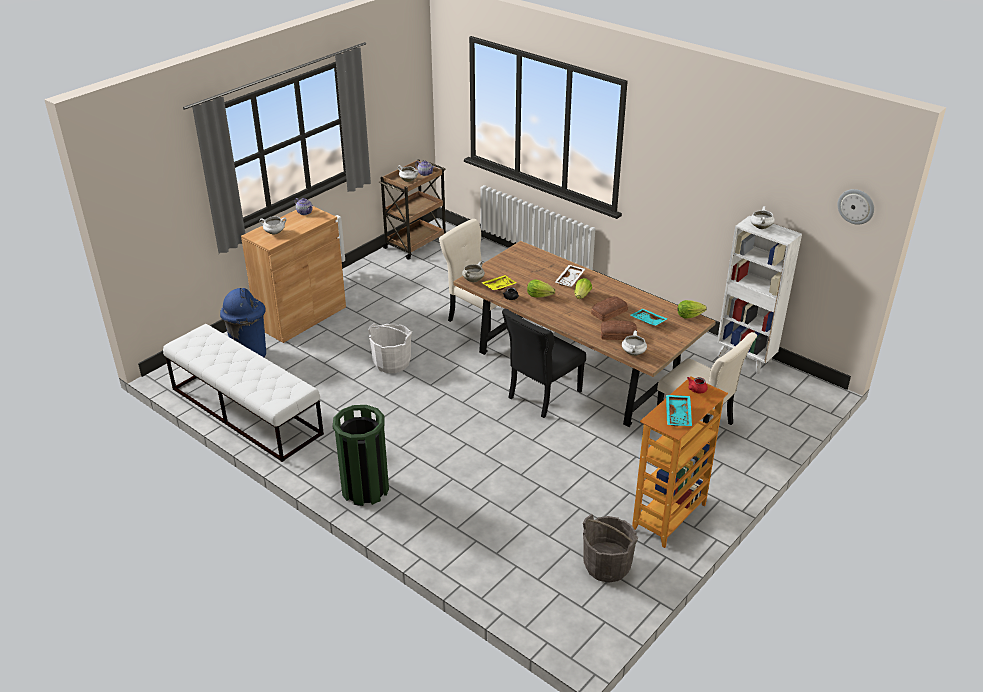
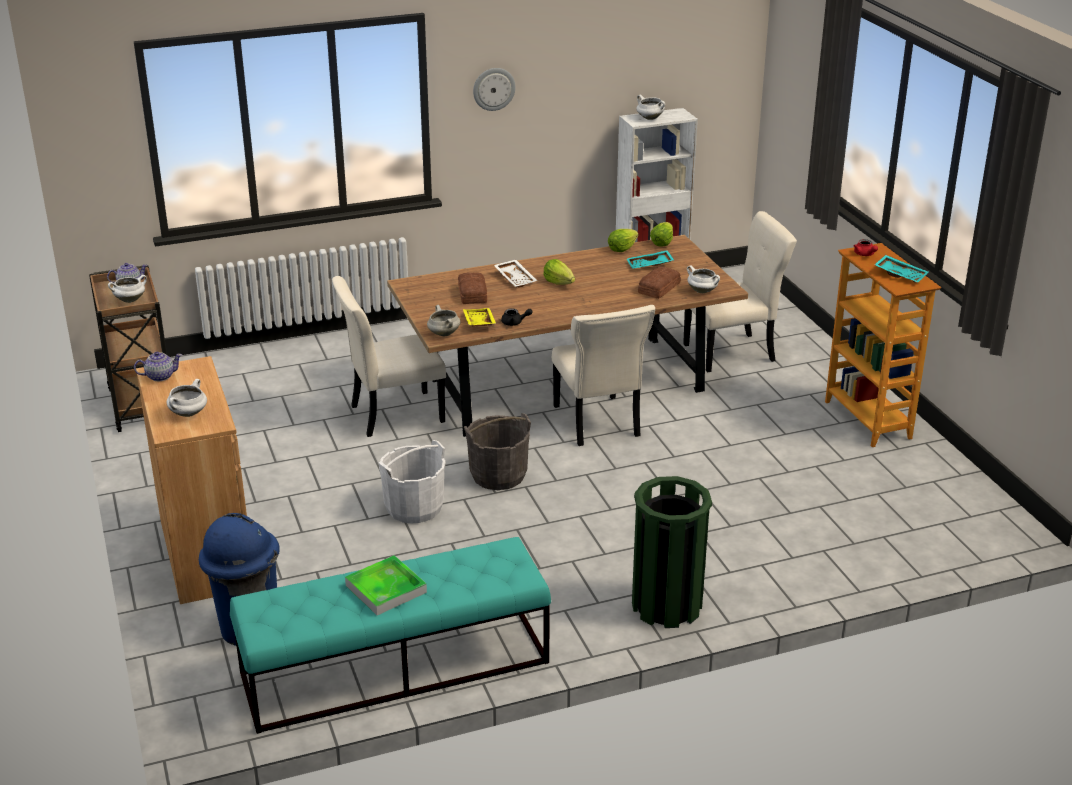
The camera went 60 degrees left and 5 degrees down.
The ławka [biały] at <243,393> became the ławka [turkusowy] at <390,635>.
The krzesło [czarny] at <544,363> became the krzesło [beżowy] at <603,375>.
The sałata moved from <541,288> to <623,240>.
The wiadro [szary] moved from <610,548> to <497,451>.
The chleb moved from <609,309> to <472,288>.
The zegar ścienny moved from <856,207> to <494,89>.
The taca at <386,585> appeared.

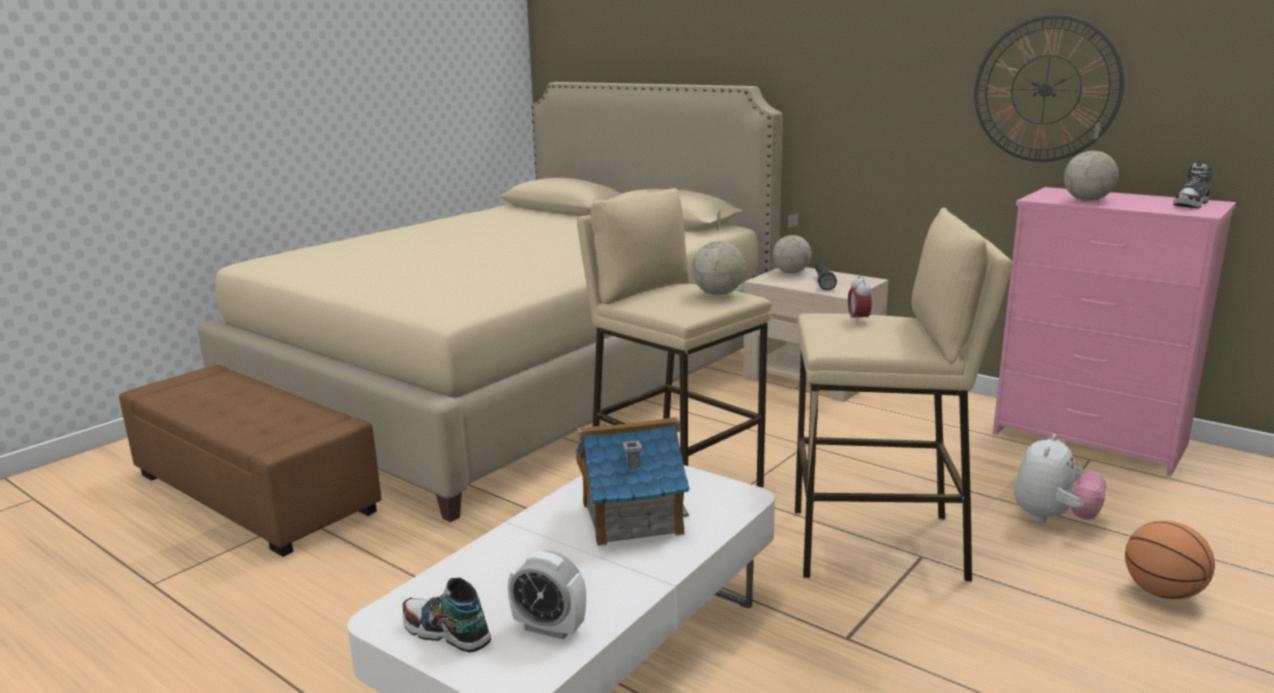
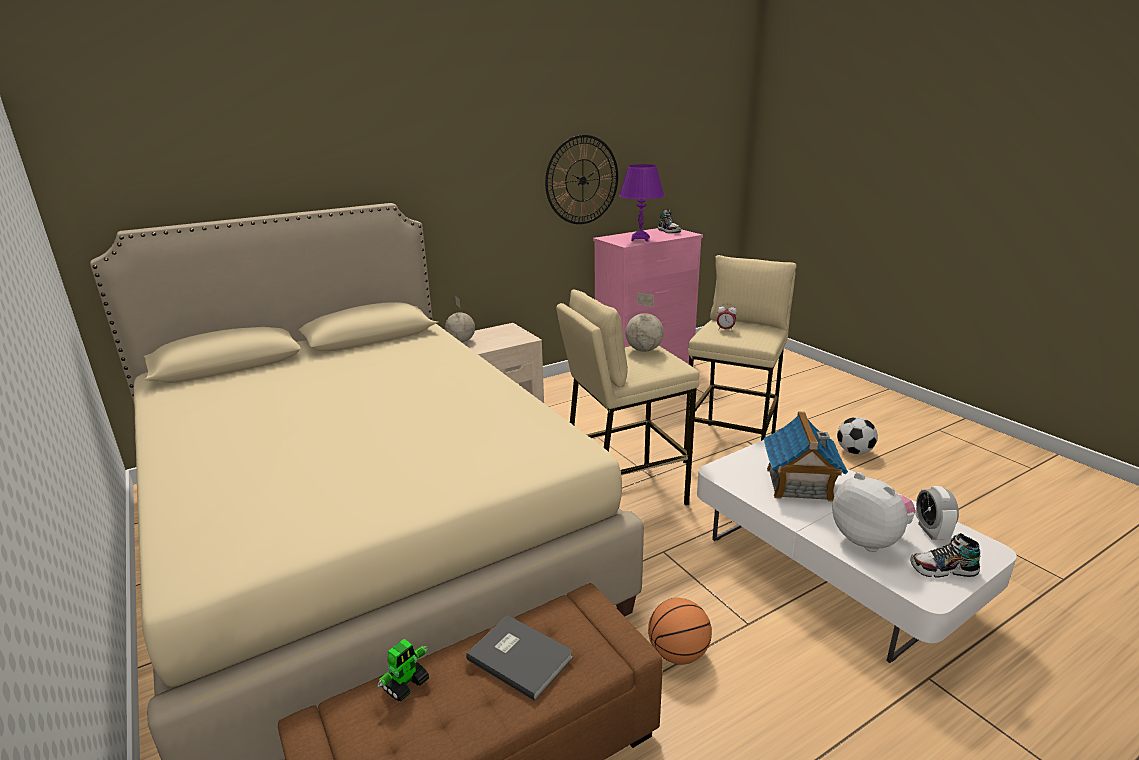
The camera went 70 degrees left and 5 degrees up.
The but at <447,615> turned 45 degrees clockwise.
The budzik at <547,595> turned 135 degrees clockwise.
The latarka [czarny] at <826,276> disappeared.
The pluszak moved from <1060,478> to <874,512>.
The globus at <1091,161> was replaced by the lampa stołowa [fioletowy] at <642,203>.
The piłka do koszykówki moved from <1170,560> to <680,631>.
The robot zabawkowy at <403,670> appeared.
The książka [szary] at <519,658> appeared.
The piłka futbolowa at <857,436> appeared.

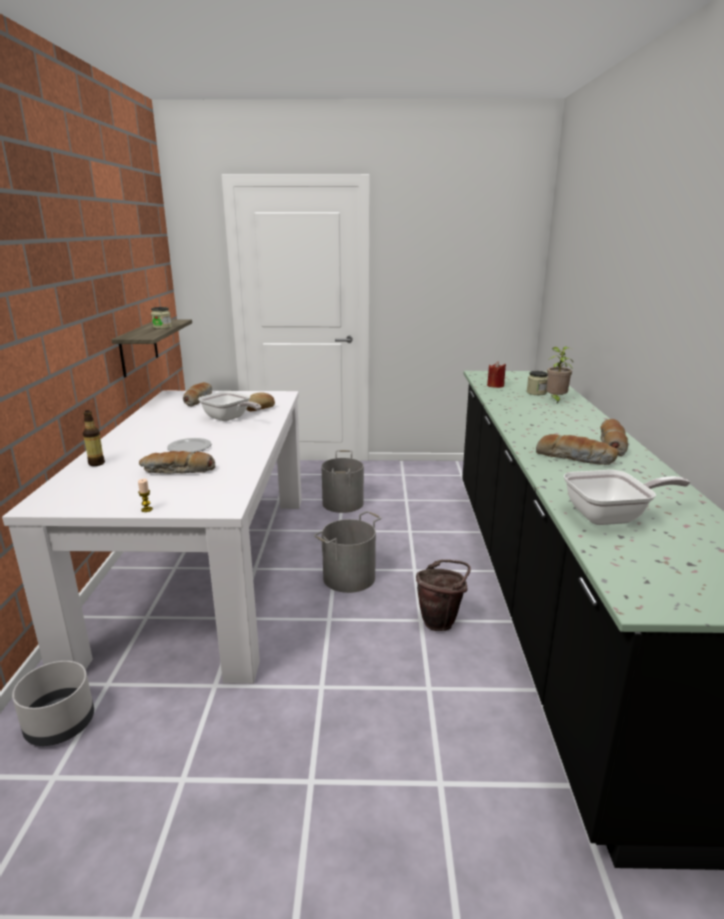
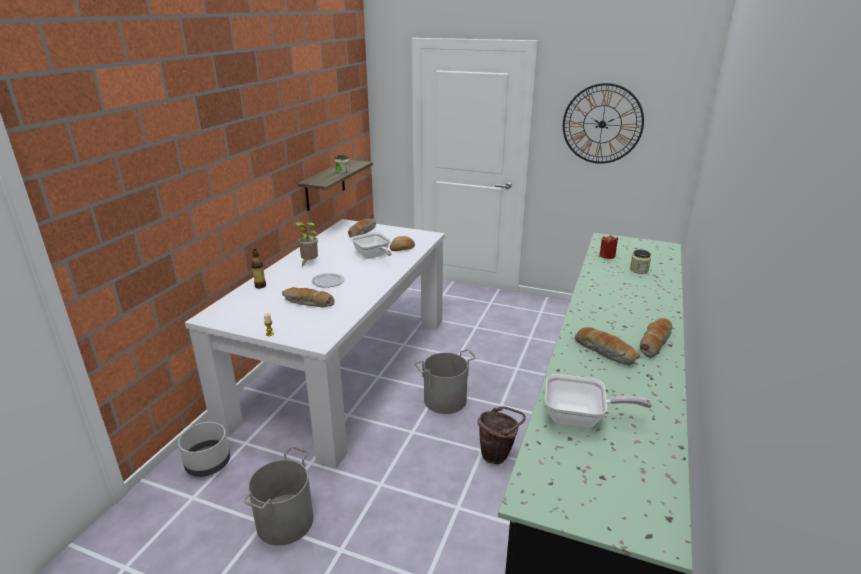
The camera went 20 degrees right and 5 degrees up.
The wiadro [szary] moved from <342,481> to <278,496>.
The roślina doniczkowa moved from <559,375> to <306,244>.
The zegar ścienny at <603,123> appeared.

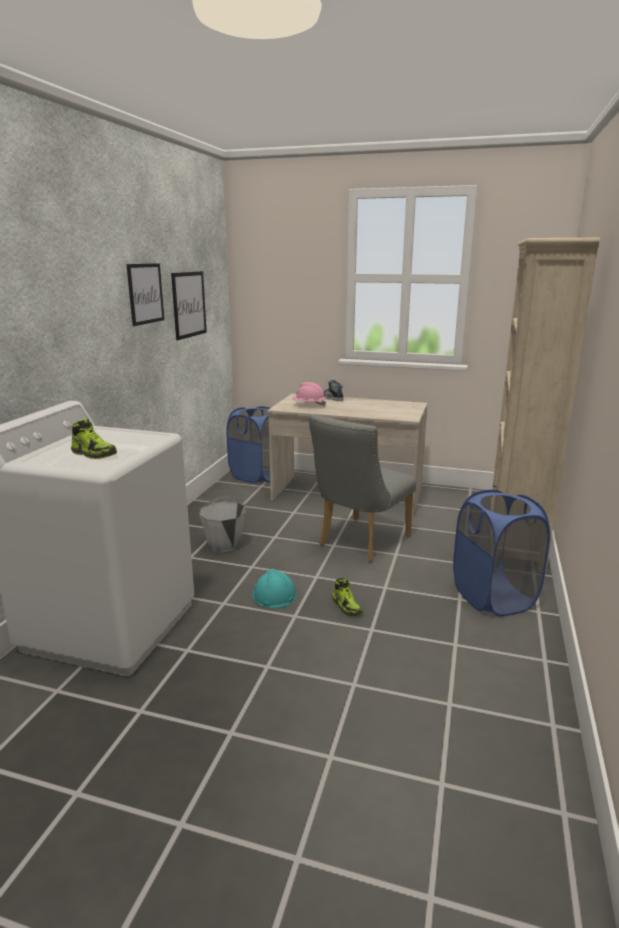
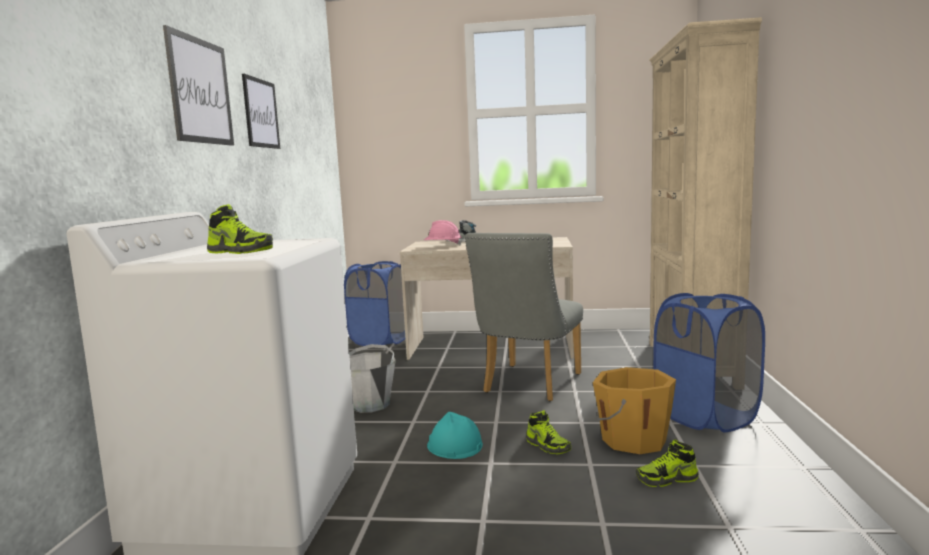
The camera went 10 degrees left and 10 degrees down.
The obraz moved from <189,305> to <198,85>.
The wiadro [pomarańczowy] at <634,410> appeared.
The but at <667,463> appeared.

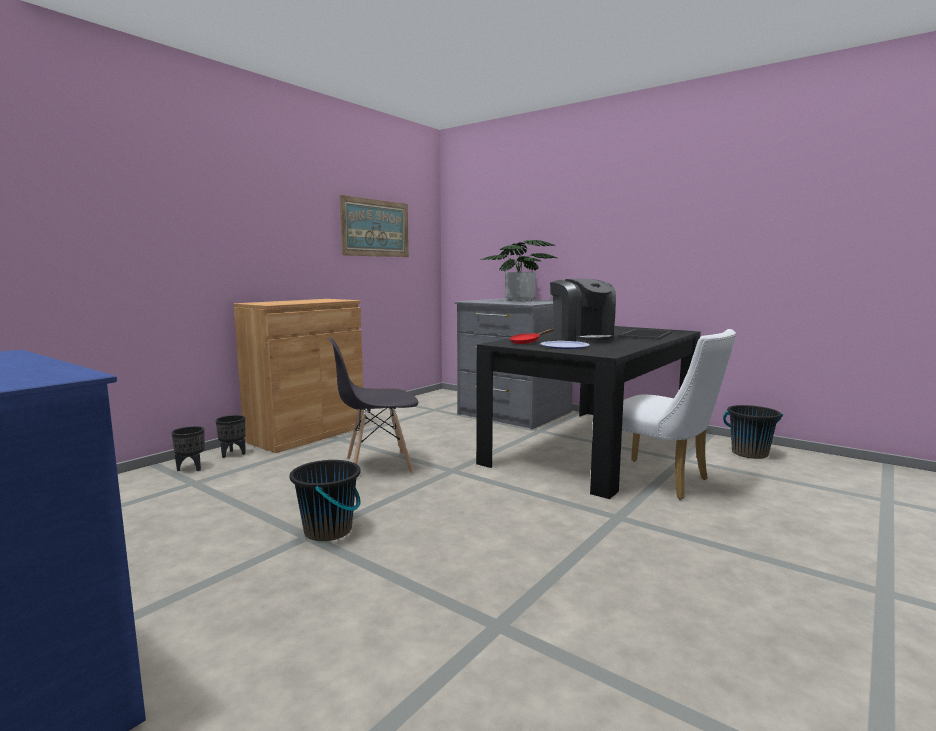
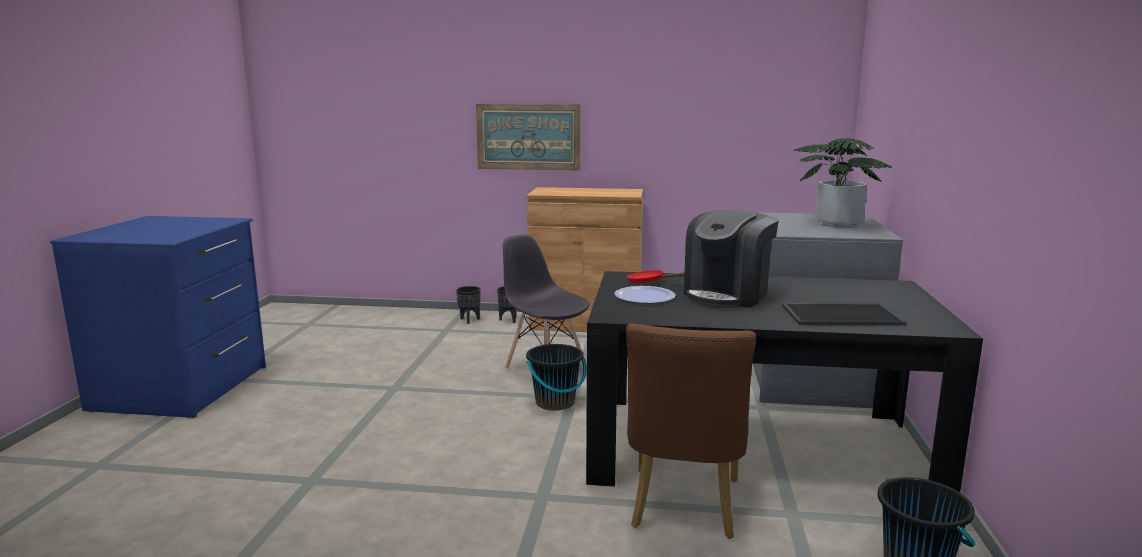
The camera went 60 degrees right and 5 degrees up.
The wiadro [czarny] moved from <325,500> to <556,377>.
The obraz moved from <374,226> to <528,137>.
The krzesło [biały] at <679,414> became the krzesło [brązowy] at <691,431>.

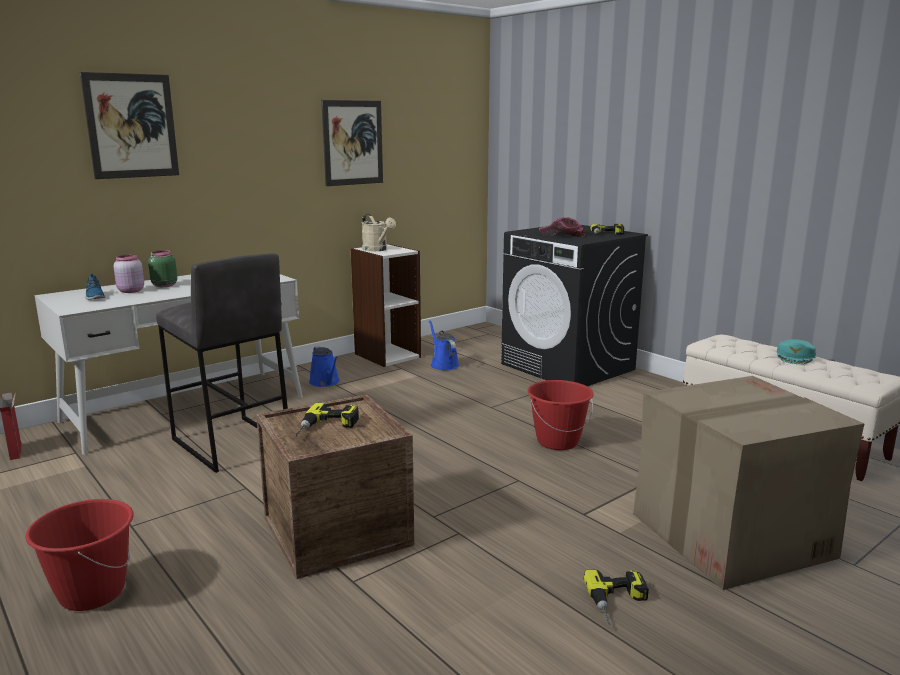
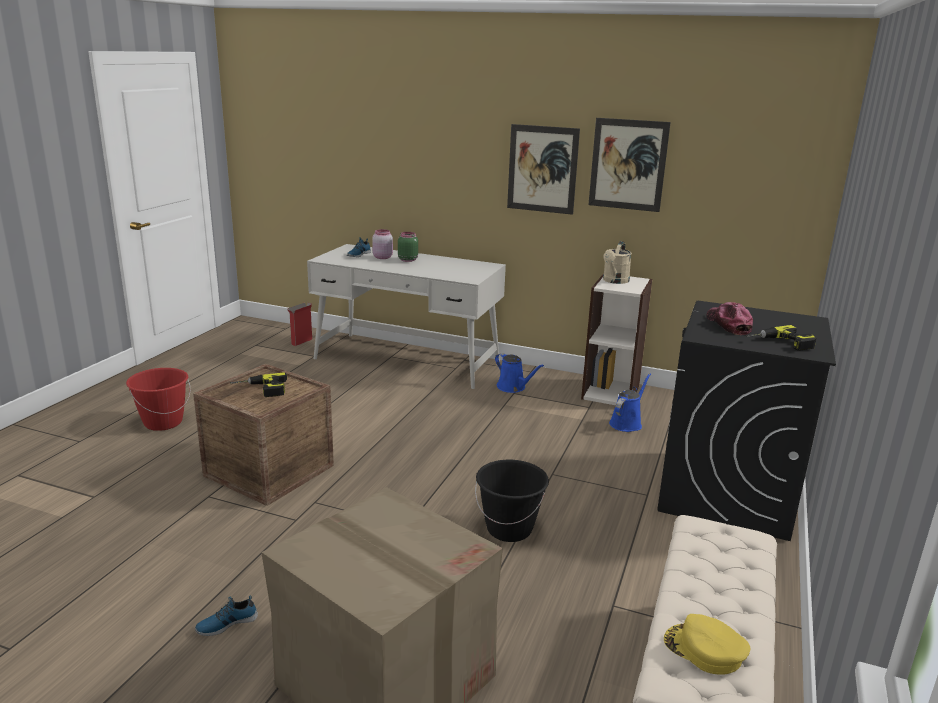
The camera went 60 degrees right and 5 degrees up.
The obraz moved from <129,125> to <543,169>.
The stołek [szary] at <222,363> disappeared.
The konewka [niebieski] at <324,366> turned 75 degrees counterclockwise.
The wiadro [czerwony] at <560,415> became the wiadro [czarny] at <512,501>.
The wiertarka at <616,597> was replaced by the but at <226,615>.
The czapka z daszkiem [turkusowy] at <796,351> disappeared.
The czapka z daszkiem [żółty] at <707,644> appeared.

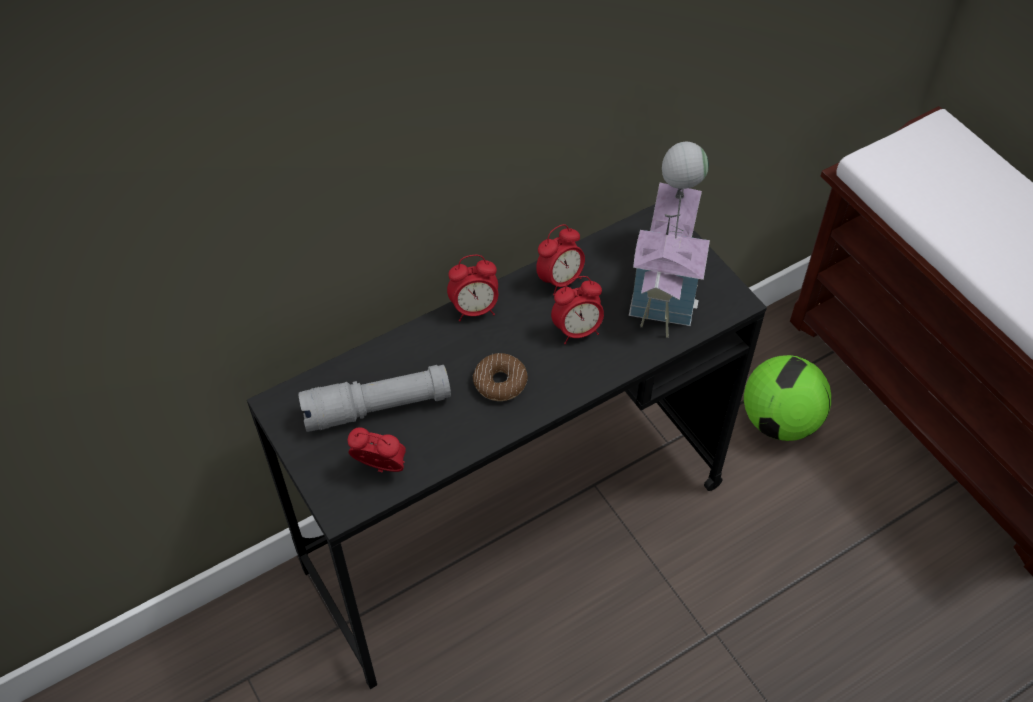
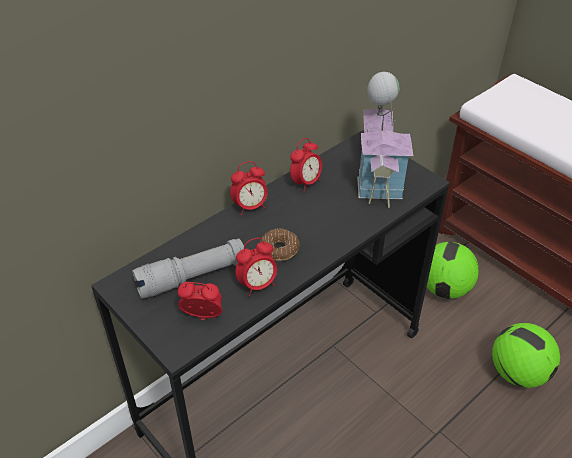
The camera went 10 degrees left and 10 degrees down.
The budzik moved from <577,310> to <256,267>.
The piłka futbolowa at <526,355> appeared.

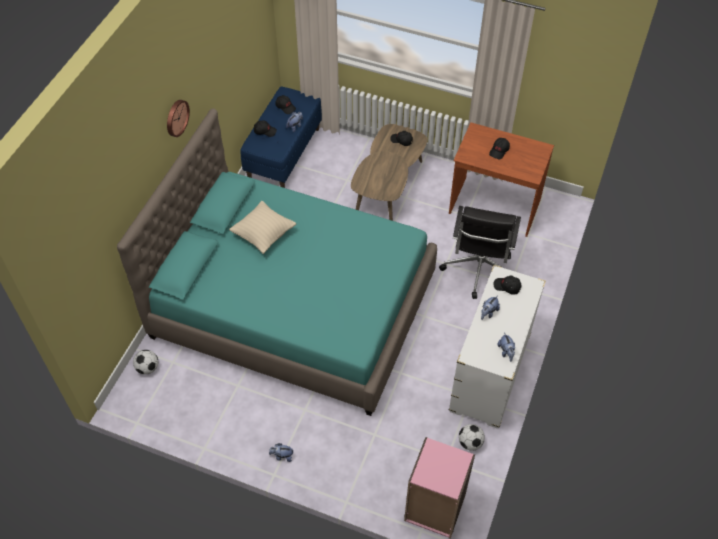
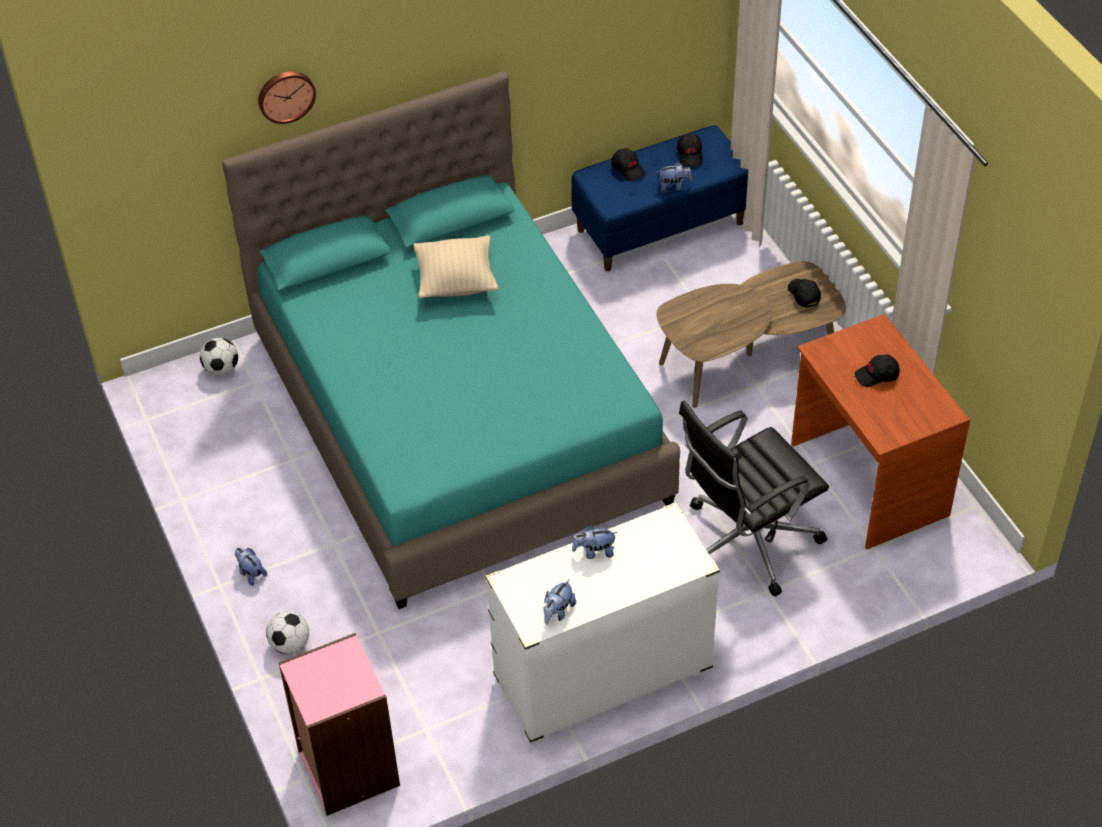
The camera went 45 degrees right and 5 degrees down.
The zegar ścienny moved from <178,118> to <287,97>.
The piłka futbolowa moved from <472,437> to <287,632>.
The czapka z daszkiem [czarny] at <507,285> disappeared.

